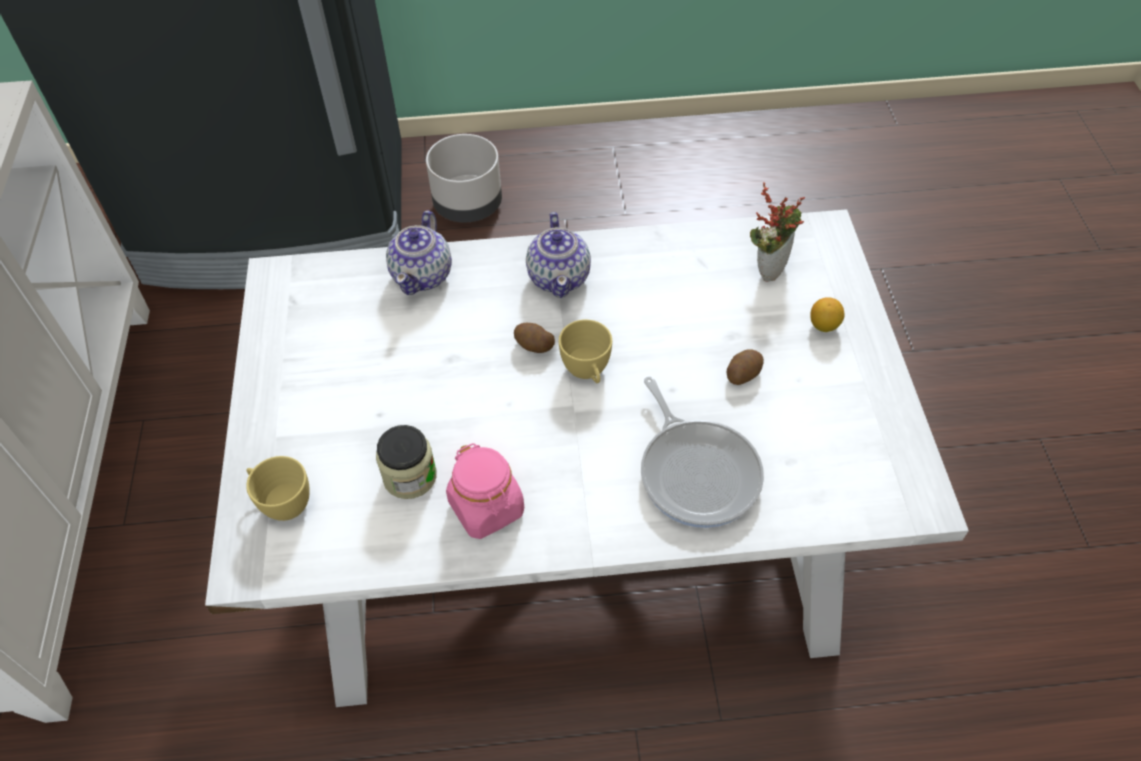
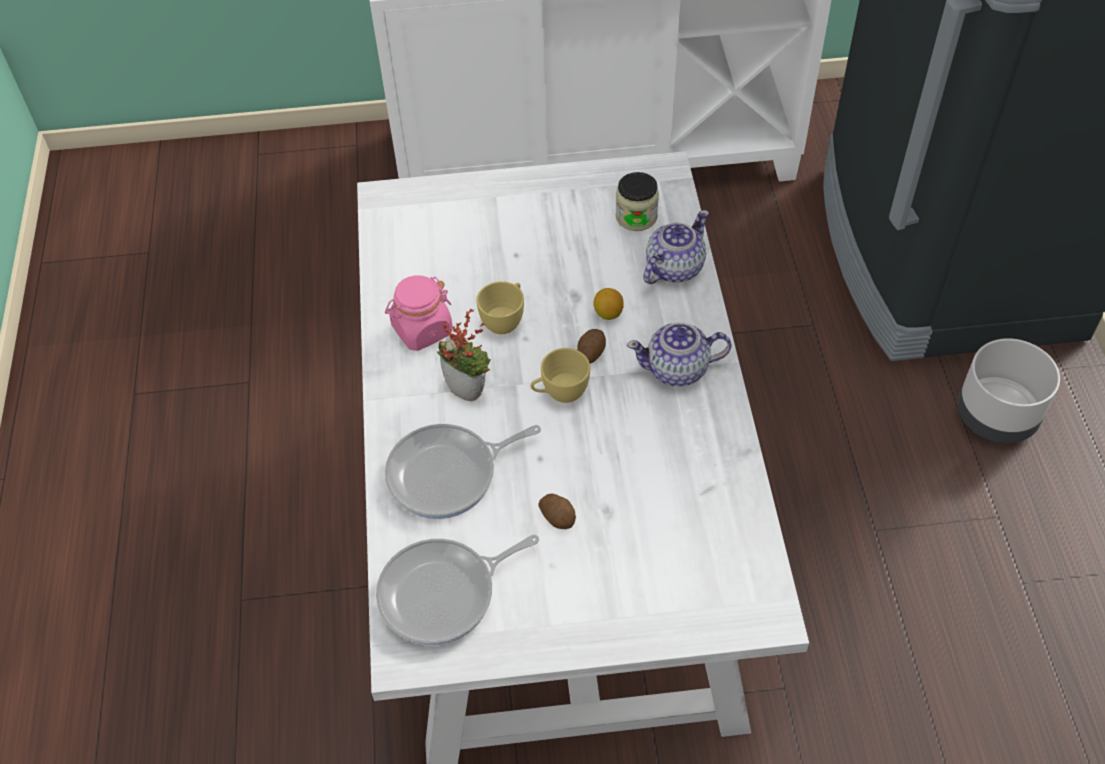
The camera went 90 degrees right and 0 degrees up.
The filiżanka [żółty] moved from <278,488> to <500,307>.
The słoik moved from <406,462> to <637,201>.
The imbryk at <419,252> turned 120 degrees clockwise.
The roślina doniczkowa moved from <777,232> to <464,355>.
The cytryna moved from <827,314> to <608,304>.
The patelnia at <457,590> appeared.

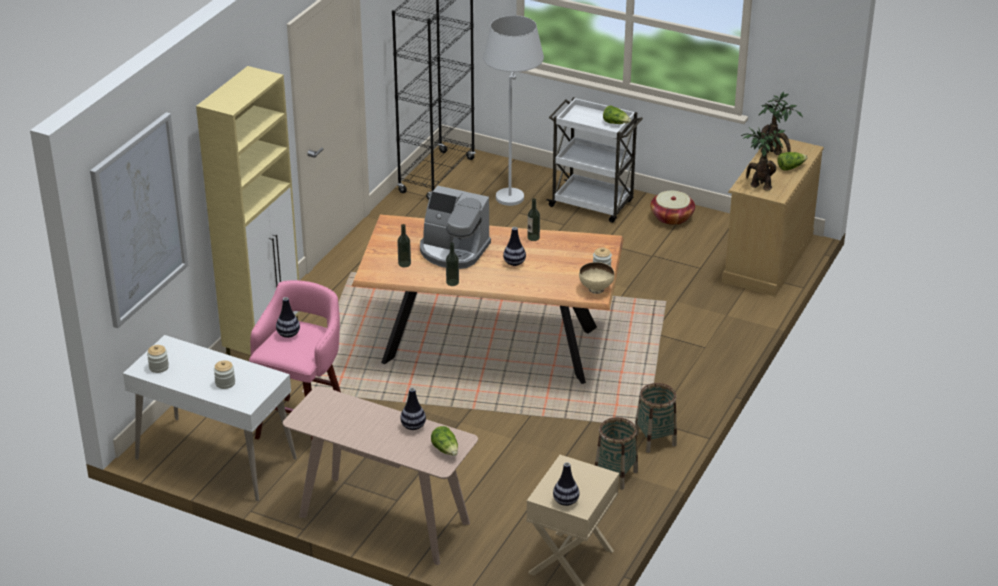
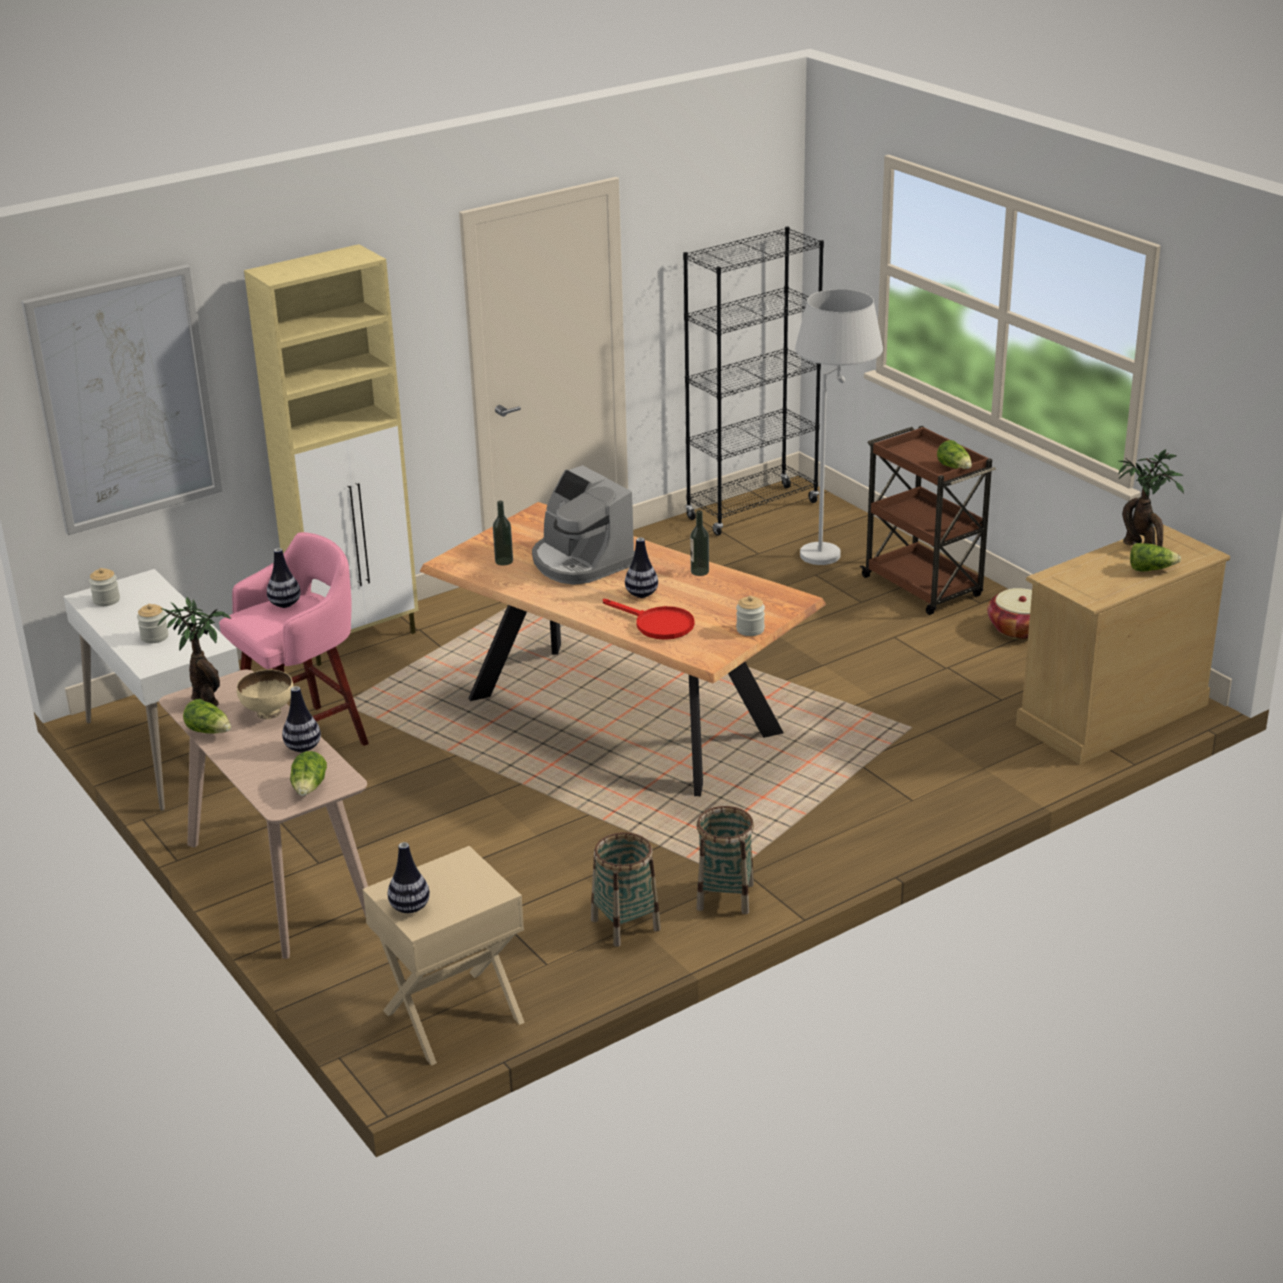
The camera went 30 degrees right and 5 degrees down.
The butelka at <452,264> disappeared.
The wózek [biały] at <594,160> became the wózek [brązowy] at <928,520>.
The miska [beżowy] moved from <597,278> to <265,694>.
The roślina doniczkowa moved from <763,159> to <195,651>.
The sałata at <207,716> appeared.
The patelnia [czerwony] at <649,619> appeared.

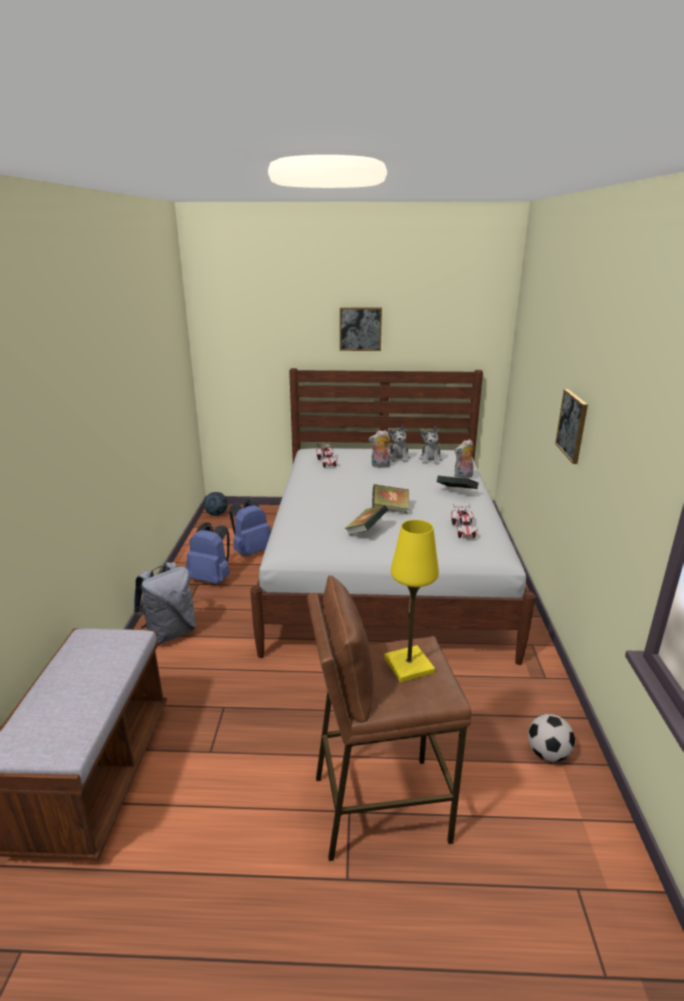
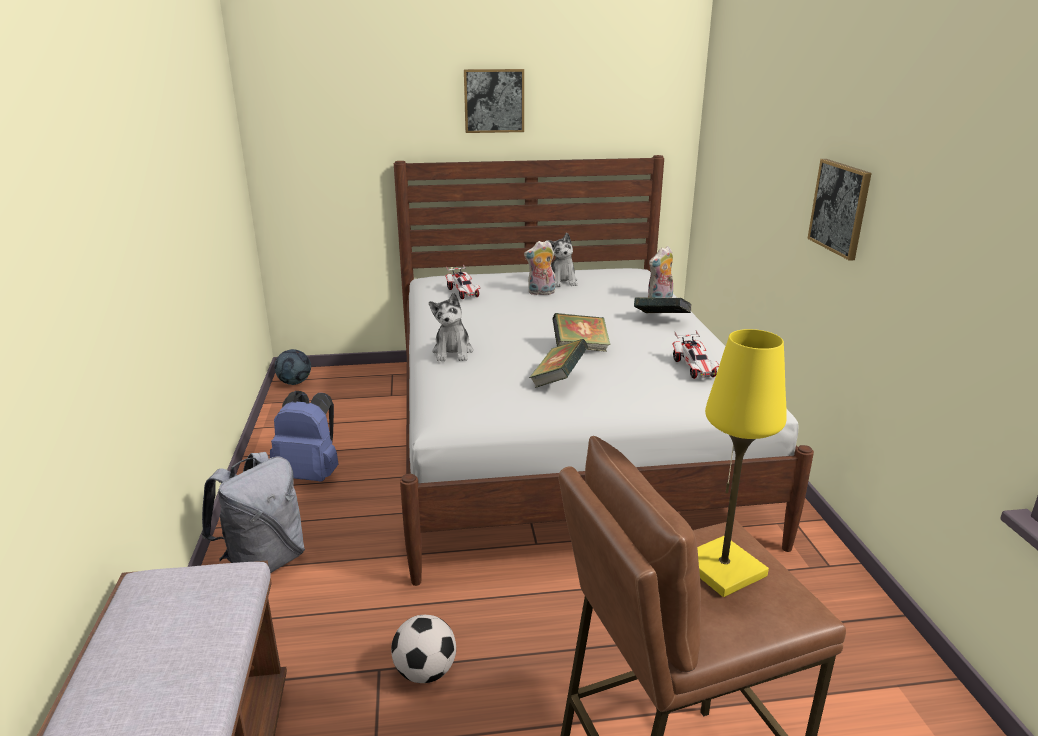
The camera went 10 degrees left and 0 degrees up.
The plecak [niebieski] at <250,527> disappeared.
The pluszak moved from <430,445> to <451,327>.
The piłka futbolowa moved from <551,738> to <423,649>.

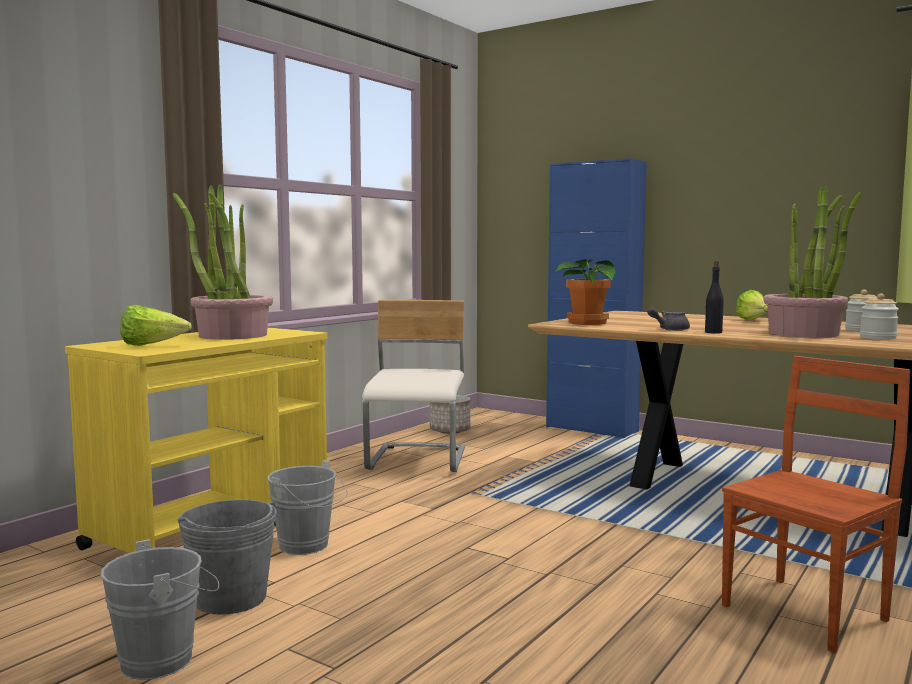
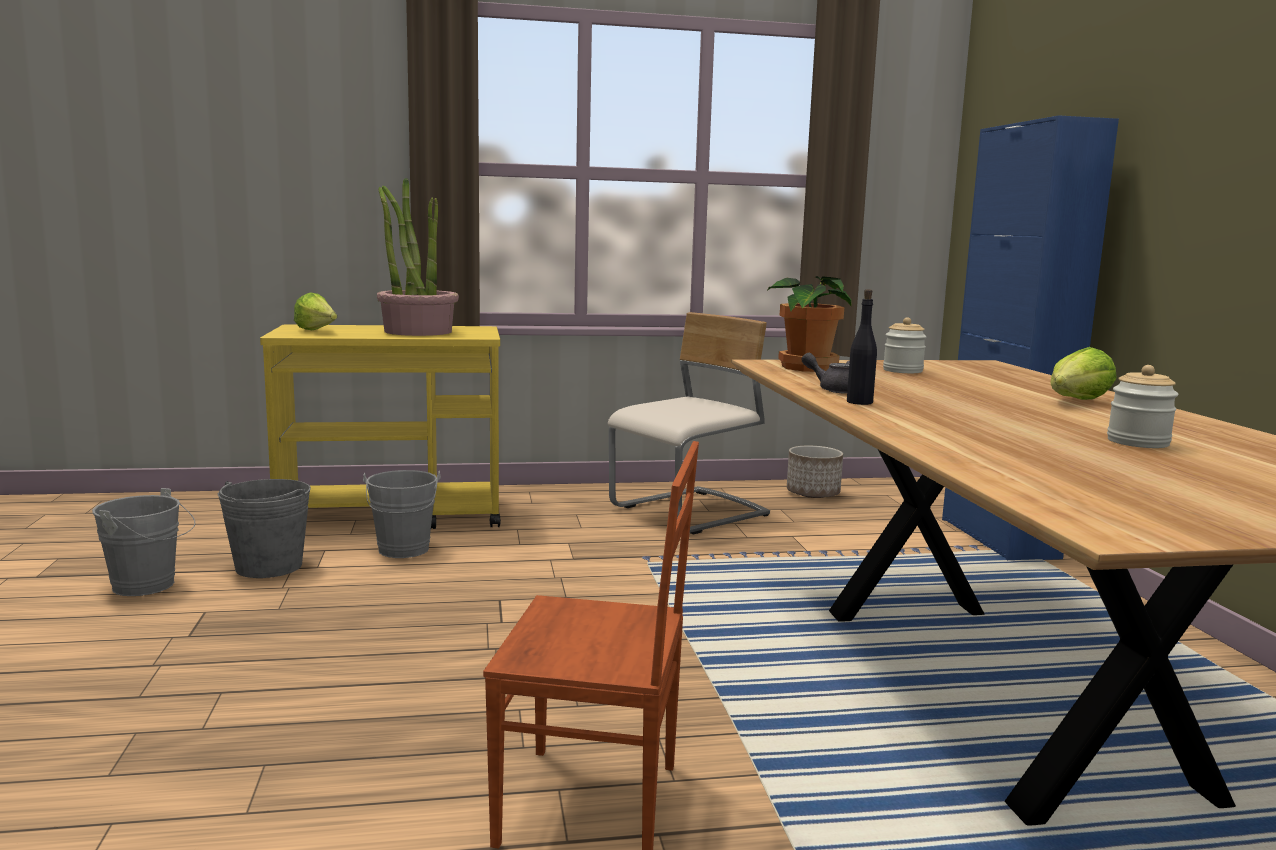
The camera went 45 degrees right and 5 degrees up.
The roślina doniczkowa at <812,261> disappeared.
The słoik moved from <879,316> to <905,345>.

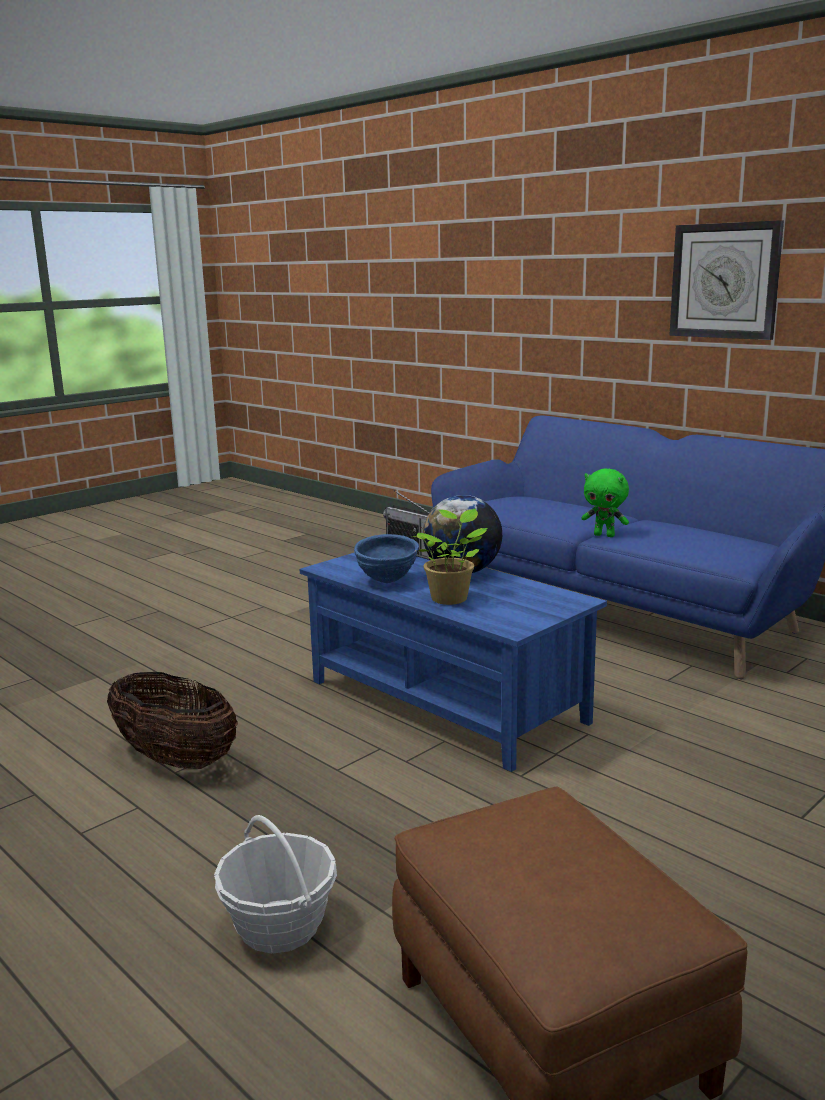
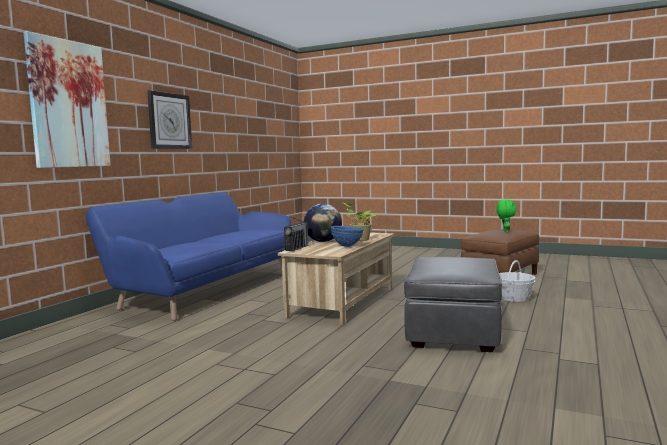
The camera went 110 degrees left and 10 degrees down.
The koszyk at <172,720> was replaced by the pufa [szary] at <453,304>.
The ława [niebieski] at <453,662> became the ława [beżowy] at <336,278>.
The pluszak [zielony] moved from <605,503> to <506,215>.
The obraz at <67,99> appeared.

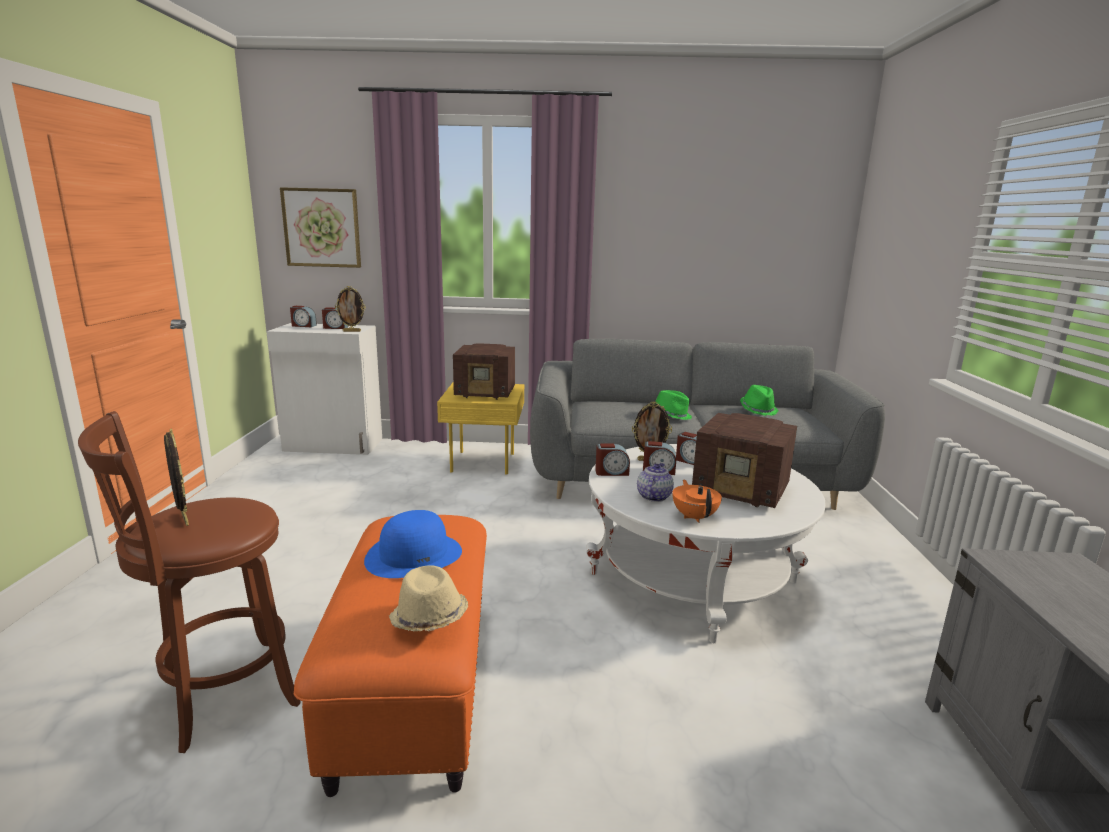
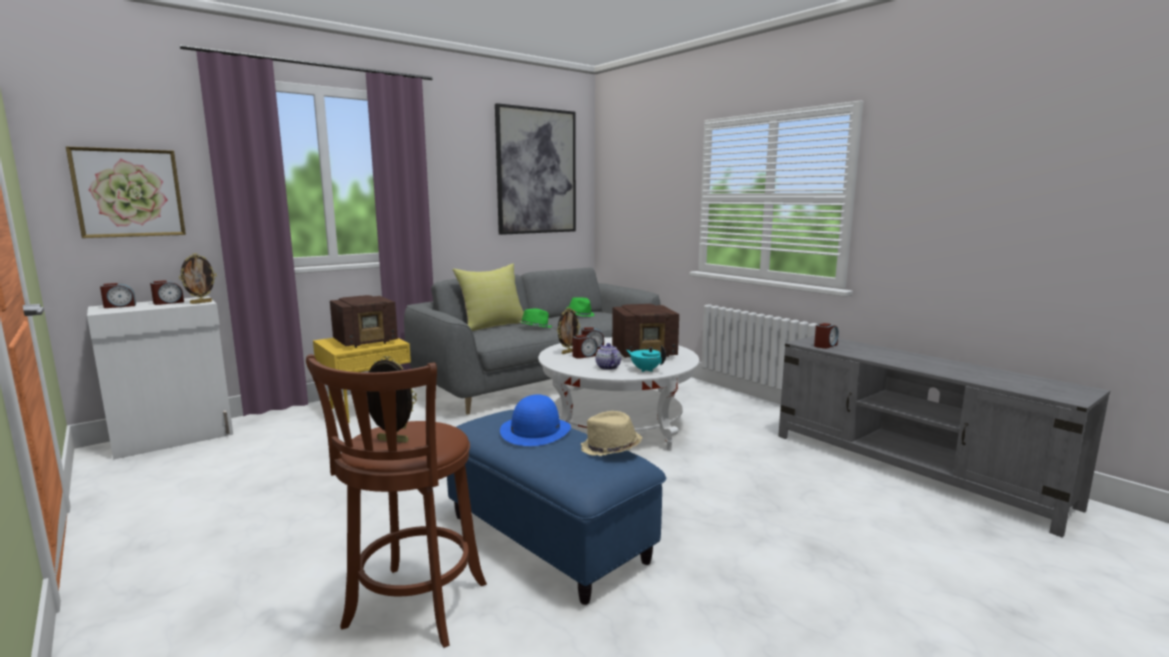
The camera went 40 degrees left and 5 degrees down.
The pufa [pomarańczowy] at <390,656> became the pufa [niebieski] at <556,507>.
The budzik moved from <612,459> to <826,336>.
The imbryk [pomarańczowy] at <697,501> became the imbryk [turkusowy] at <646,358>.
The poduszka [żółty] at <488,297> appeared.
The obraz at <535,169> appeared.

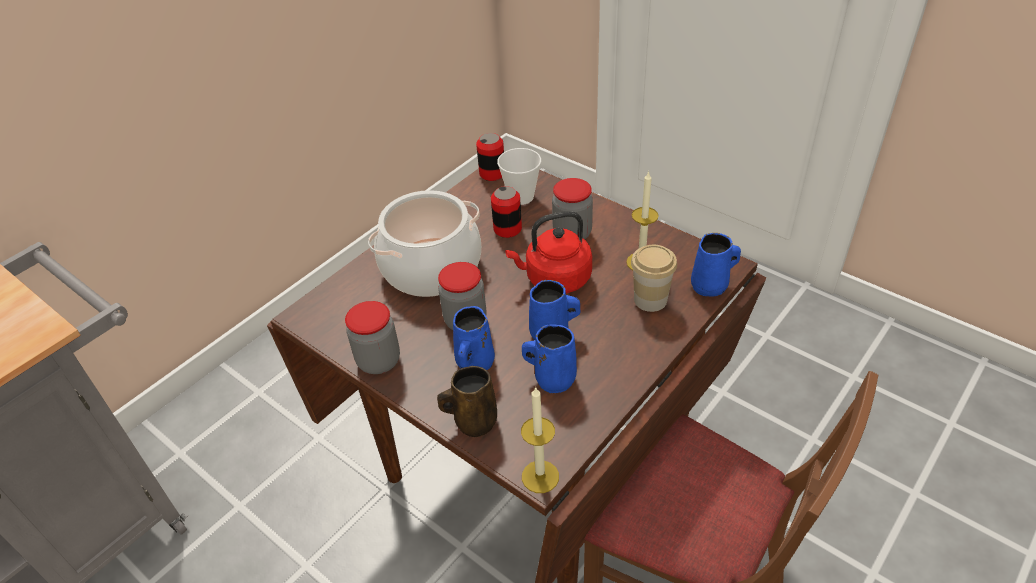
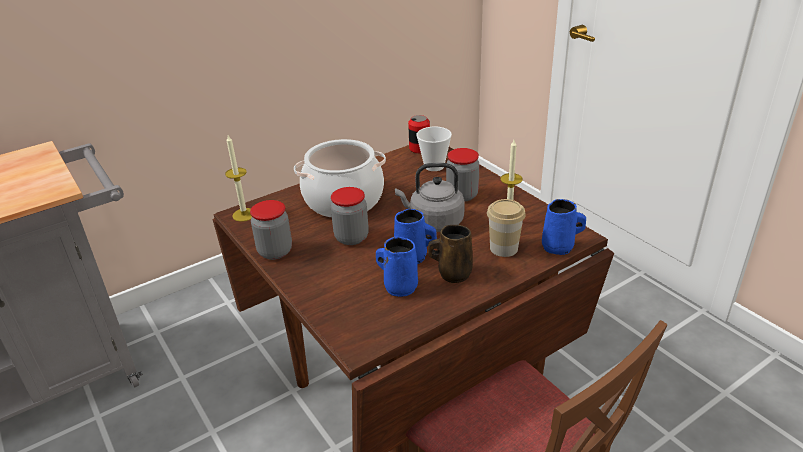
The camera went 15 degrees right and 10 degrees down.
The kubek [brązowy] moved from <467,401> to <450,254>.
The kubek [niebieski] at <474,338> disappeared.
The puszka at <506,212> disappeared.
The czajnik [czerwony] at <548,252> became the czajnik [szary] at <430,197>.
The świeca moved from <540,439> to <238,178>.

